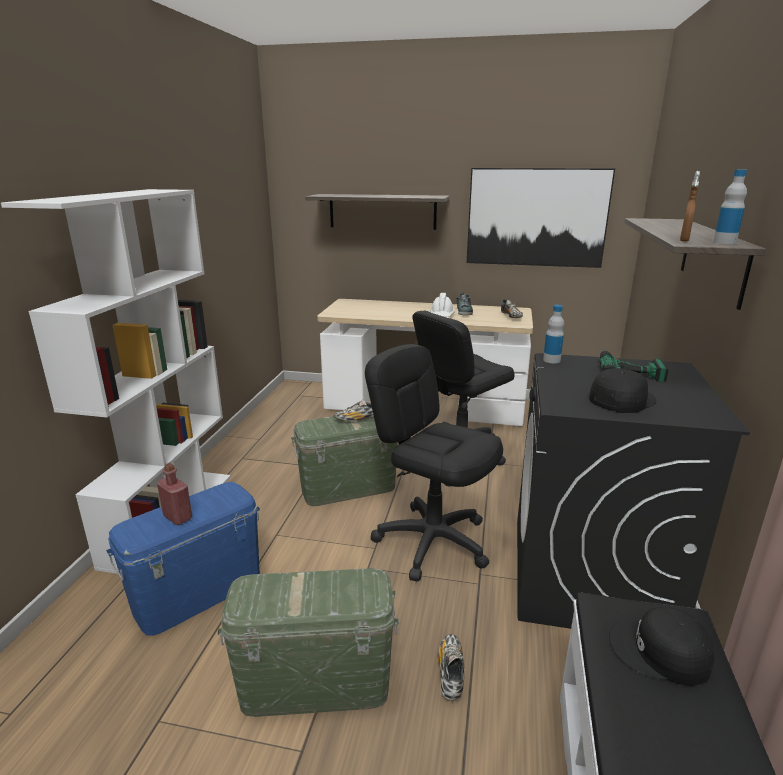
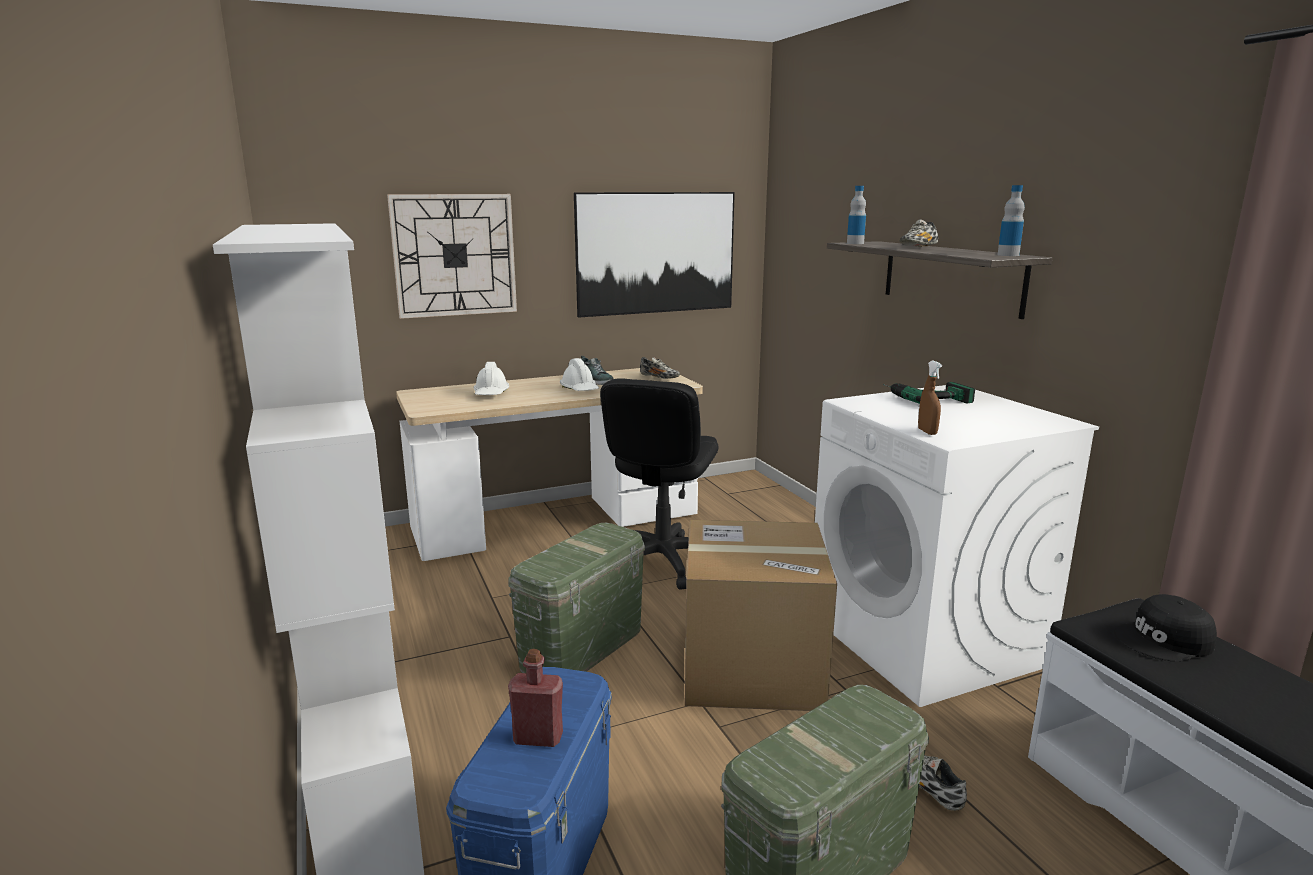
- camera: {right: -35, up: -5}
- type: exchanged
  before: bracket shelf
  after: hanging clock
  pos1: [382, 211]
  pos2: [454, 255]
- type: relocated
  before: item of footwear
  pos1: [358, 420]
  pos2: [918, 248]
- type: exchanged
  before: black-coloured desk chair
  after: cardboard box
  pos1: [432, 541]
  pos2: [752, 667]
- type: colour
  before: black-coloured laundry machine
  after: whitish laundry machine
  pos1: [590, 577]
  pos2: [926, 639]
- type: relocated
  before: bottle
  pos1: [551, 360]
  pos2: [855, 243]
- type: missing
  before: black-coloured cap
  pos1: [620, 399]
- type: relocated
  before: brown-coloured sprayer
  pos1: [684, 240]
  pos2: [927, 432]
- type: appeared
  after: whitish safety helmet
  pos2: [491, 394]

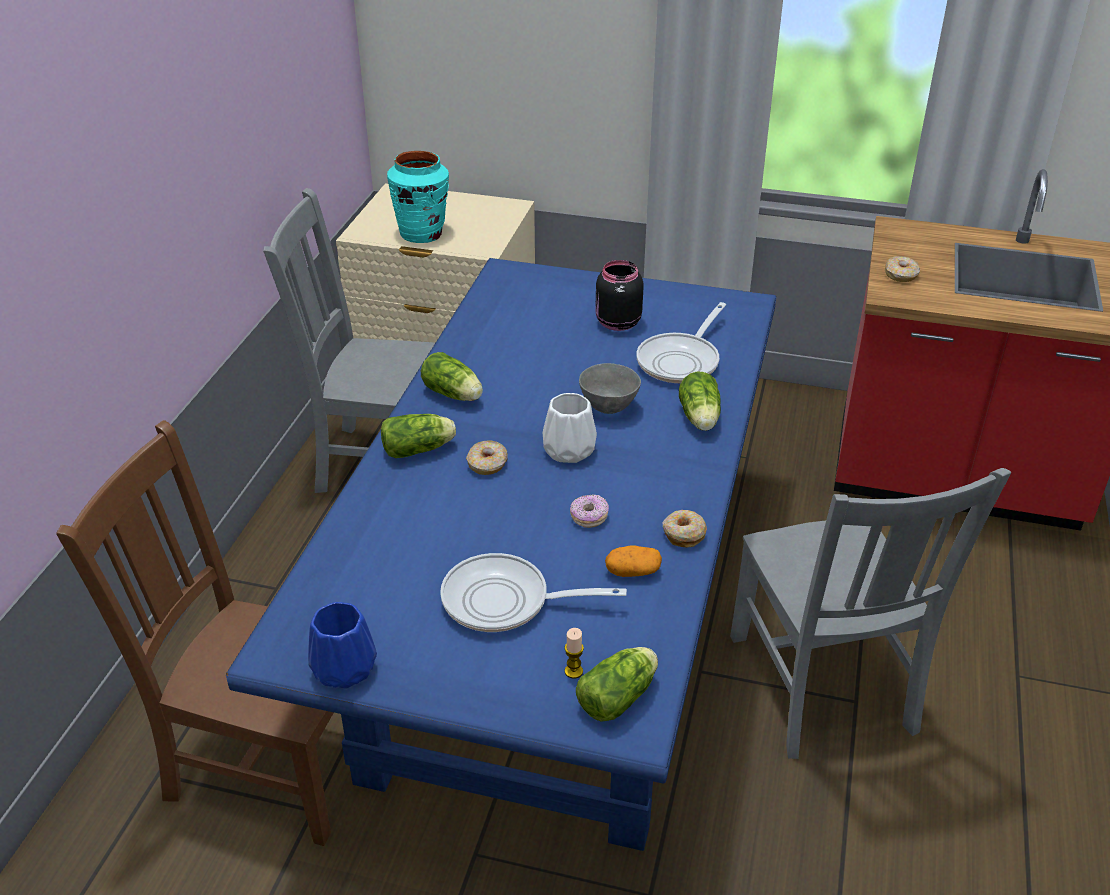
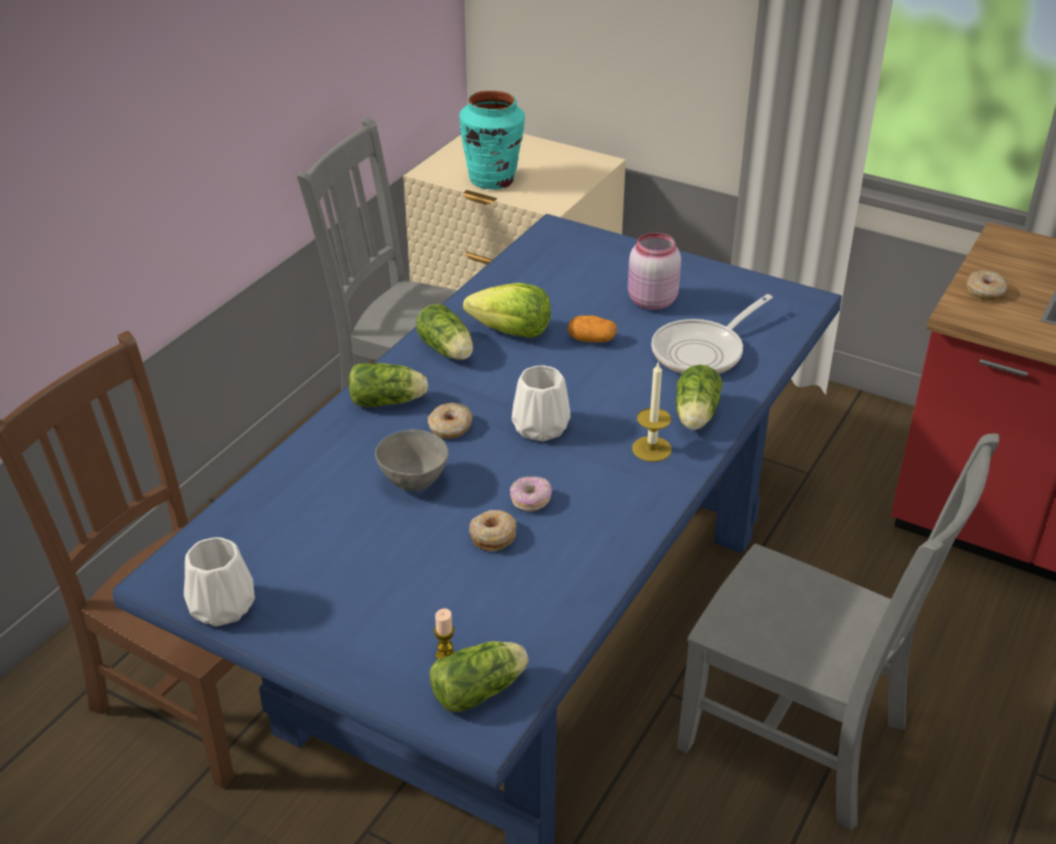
- camera: {right: 15, up: 0}
- type: colour
  before: blue-coloured decorative vase
  after: whitish decorative vase
  pos1: [343, 670]
  pos2: [221, 608]
- type: missing
  before: pan
  pos1: [505, 602]
- type: relocated
  before: grey bowl
  pos1: [609, 407]
  pos2: [414, 483]
- type: colour
  before: black-coloured storage jar
  after: pinkish storage jar
  pos1: [616, 323]
  pos2: [650, 301]
- type: relocated
  before: spud
  pos1: [632, 572]
  pos2: [591, 340]
- type: relocated
  before: doughnut
  pos1: [683, 534]
  pos2: [492, 536]
- type: spun
  before: grey plain chair
  pos1: [823, 688]
  pos2: [800, 739]
  turn: -60
- type: appeared
  after: head of lettuce
  pos2: [511, 332]
- type: appeared
  after: wax light
  pos2: [651, 449]

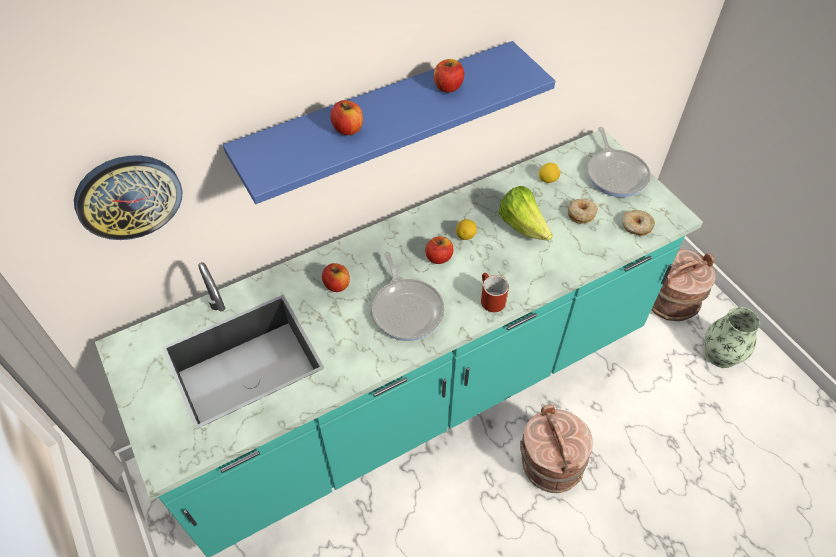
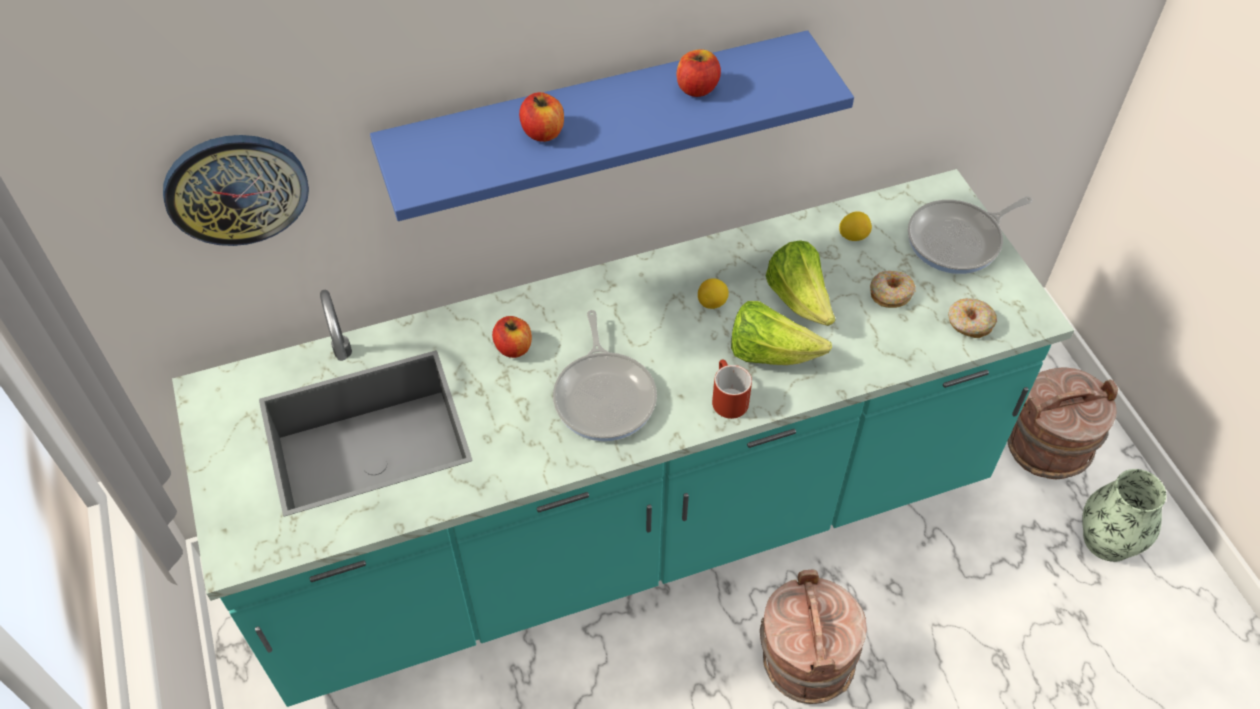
- camera: {right: 10, up: 0}
- type: missing
  before: apple
  pos1: [439, 257]
- type: spun
  before: pan
  pos1: [615, 174]
  pos2: [958, 240]
  turn: 60
- type: appeared
  after: head of lettuce
  pos2: [770, 353]

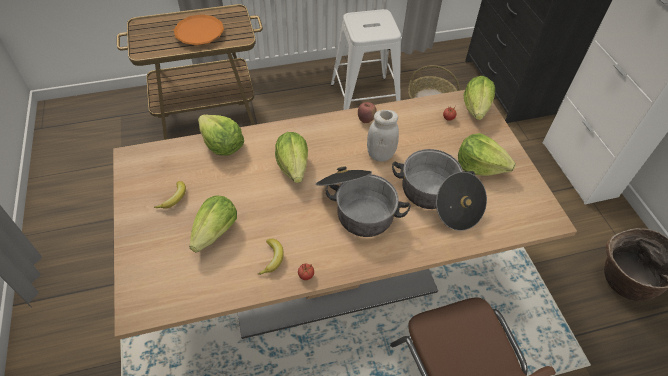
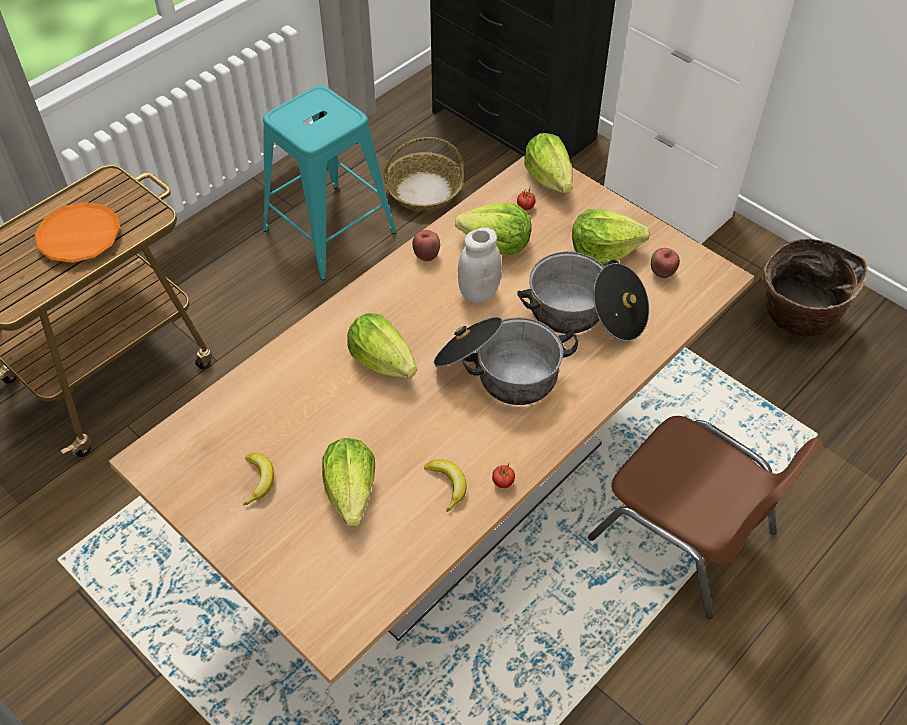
- camera: {right: -30, up: 0}
- type: relocated
  before: head of lettuce
  pos1: [222, 145]
  pos2: [496, 244]
- type: colour
  before: whitish stool
  after: turquoise-coloured stool
  pos1: [364, 99]
  pos2: [329, 231]
- type: appeared
  after: apple
  pos2: [662, 273]

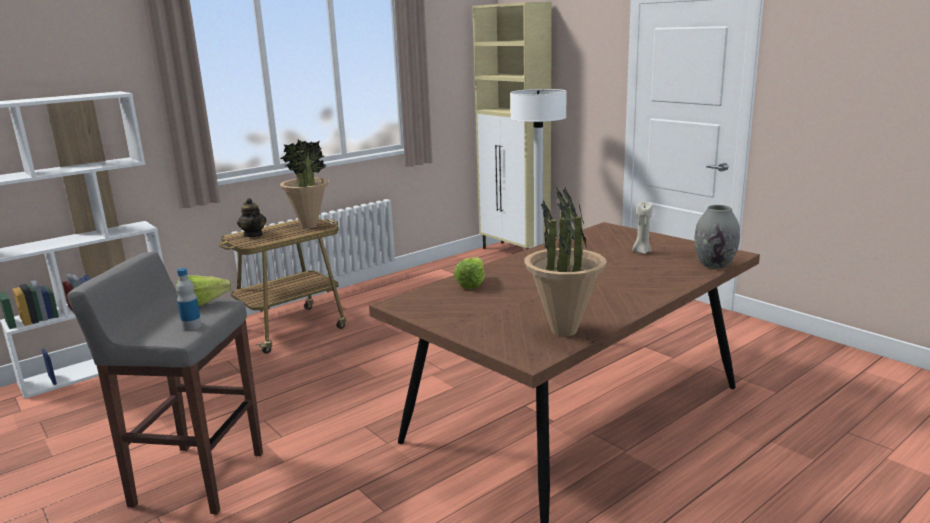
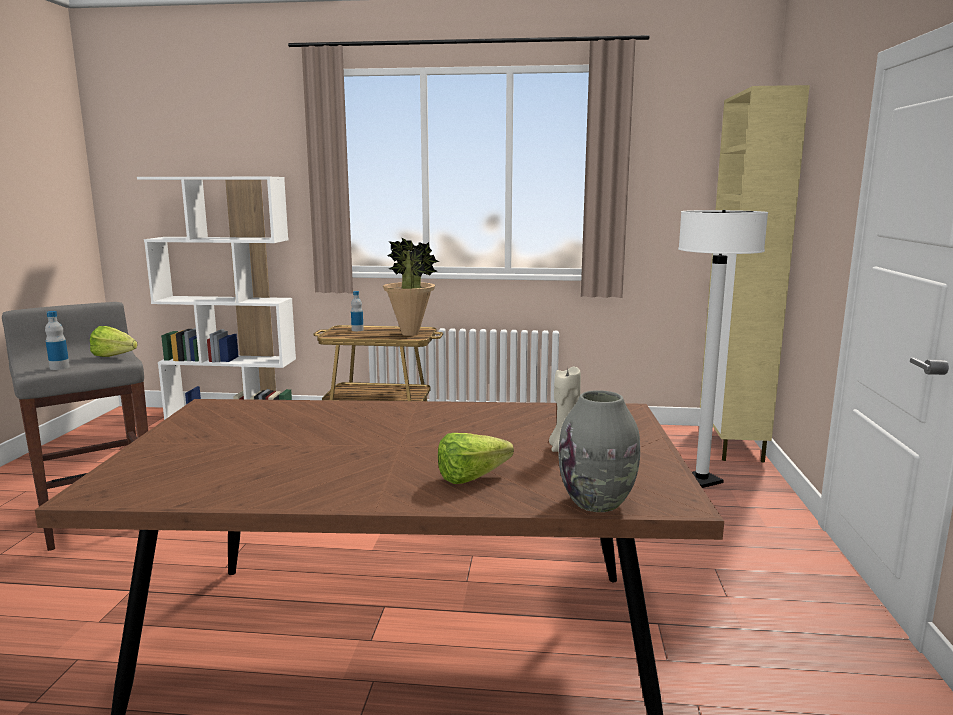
- camera: {right: 45, up: -5}
- type: exchanged
  before: pot for tea
  after: bottle
  pos1: [253, 235]
  pos2: [357, 330]
- type: relocated
  before: head of lettuce
  pos1: [474, 283]
  pos2: [478, 477]
- type: missing
  before: houseplant
  pos1: [564, 331]

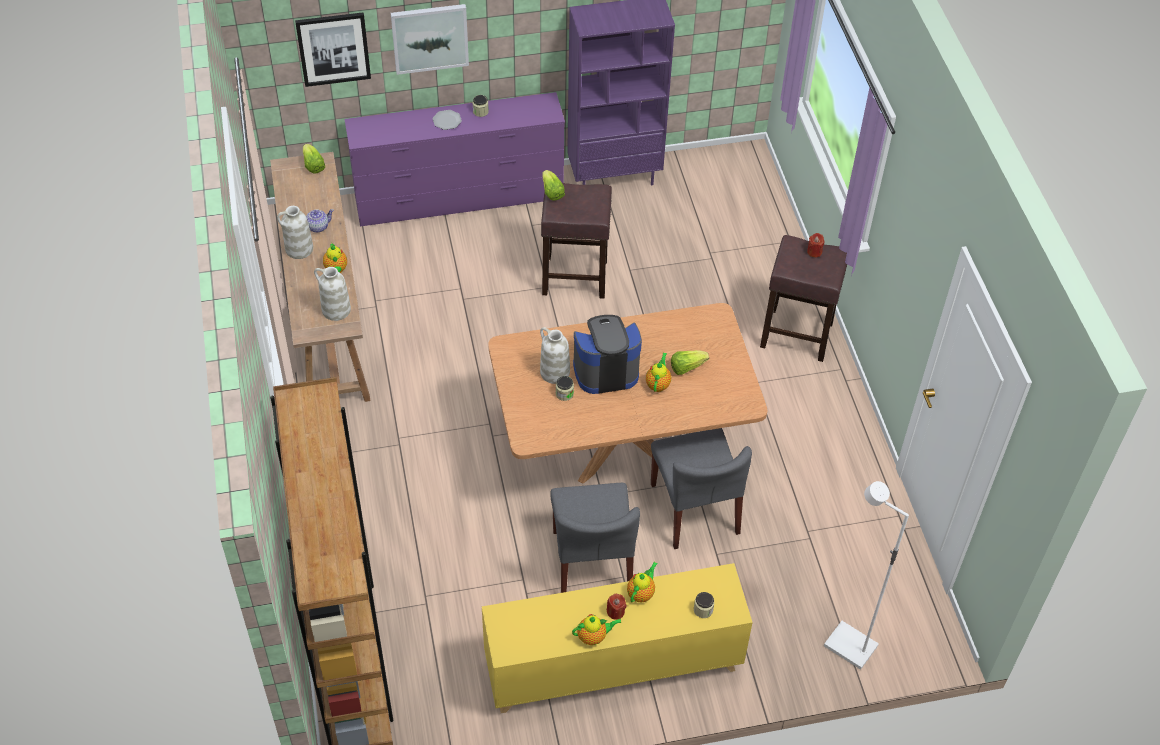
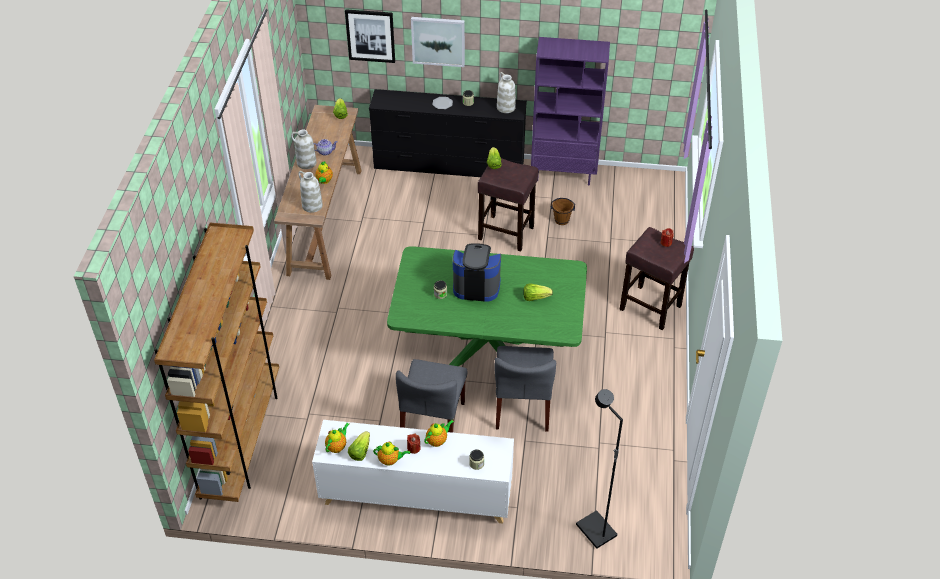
- camera: {right: 20, up: -5}
- type: colour
  before: purple-coloured drawer chest
  after: black-coloured drawer chest
  pos1: [459, 199]
  pos2: [449, 166]
- type: colour
  before: yellow-coloured cabinet
  after: whitish cabinet
  pos1: [612, 666]
  pos2: [416, 495]
- type: colour
  before: brown-coloured kitchen table
  after: green-coloured kitchen table
  pos1: [621, 448]
  pos2: [488, 352]
- type: relocated
  before: whitish decorative vase
  pos1: [554, 372]
  pos2: [505, 107]
- type: relocated
  before: pot for tea
  pos1: [658, 384]
  pos2: [337, 446]
- type: colour
  before: whitish floor lamp
  after: black-coloured floor lamp
  pos1: [849, 647]
  pos2: [595, 531]
- type: appeared
  after: head of lettuce
  pos2: [360, 451]
- type: appeared
  after: brown-coloured water bucket
  pos2: [561, 220]

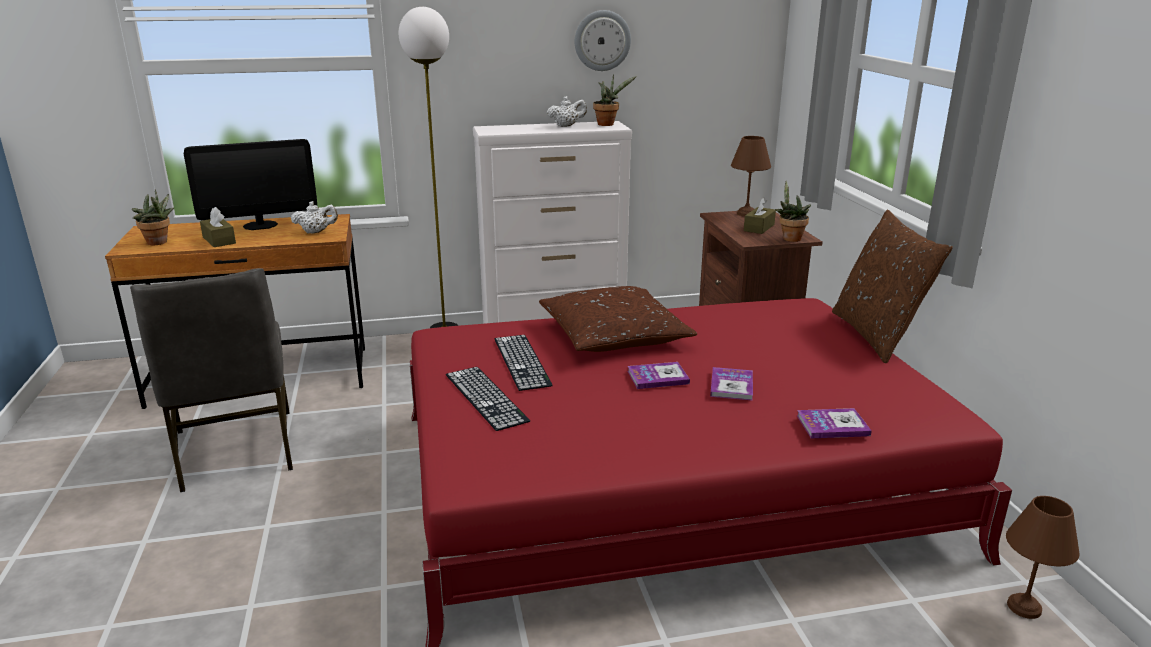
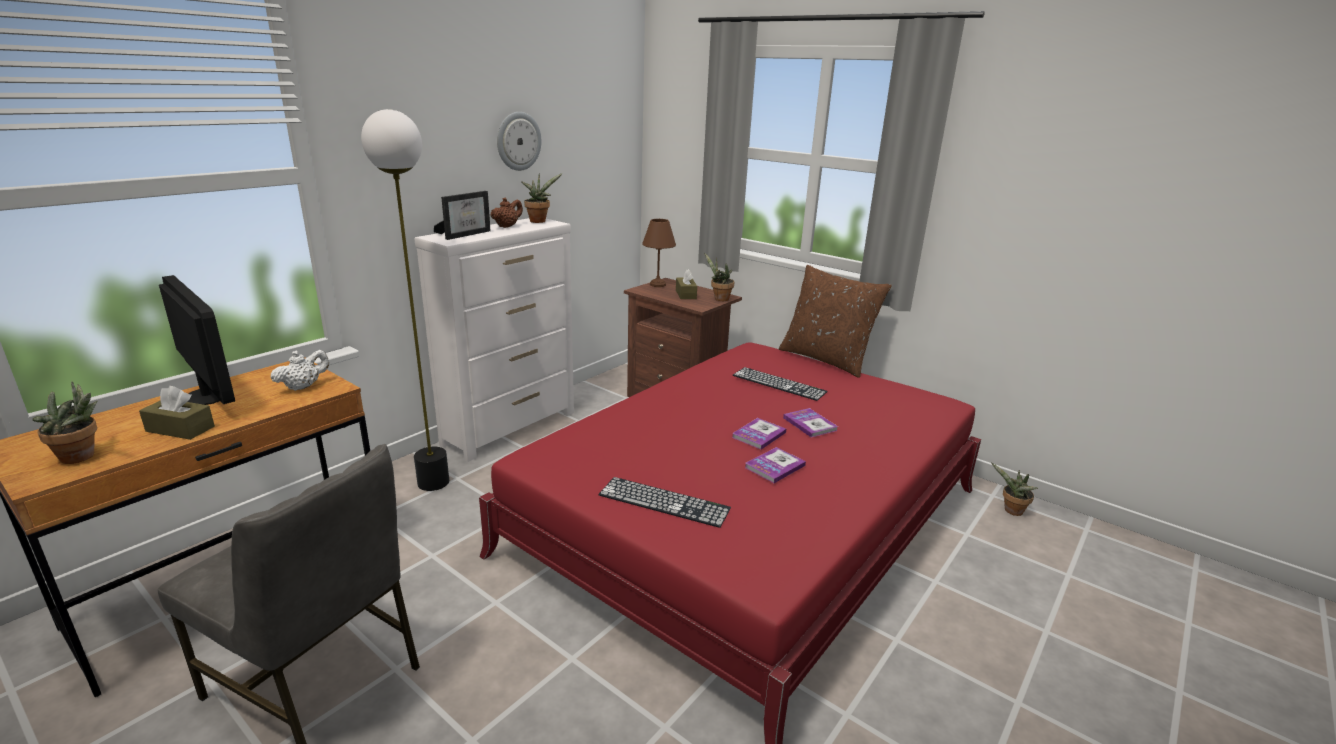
- camera: {right: -40, up: 0}
- type: spun
  before: computer display
  pos1: [260, 225]
  pos2: [207, 396]
  turn: -75
- type: relocated
  before: computer keyboard
  pos1: [522, 361]
  pos2: [779, 383]
- type: missing
  before: brown-coloured throw pillow
  pos1: [613, 335]
- type: colour
  before: whitish pot for tea
  after: brown-coloured pot for tea
  pos1: [566, 126]
  pos2: [507, 226]
- type: relocated
  before: volume
  pos1: [832, 425]
  pos2: [775, 466]
- type: exchanged
  before: brown-coloured table lamp
  after: houseplant
  pos1: [1025, 608]
  pos2: [1011, 511]
- type: appeared
  after: standing frame
  pos2: [465, 234]

